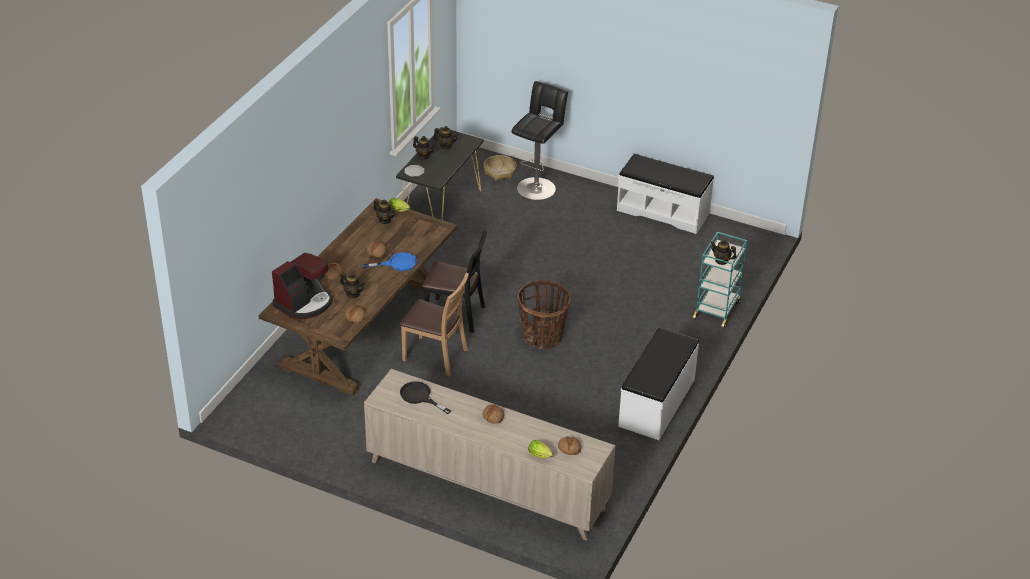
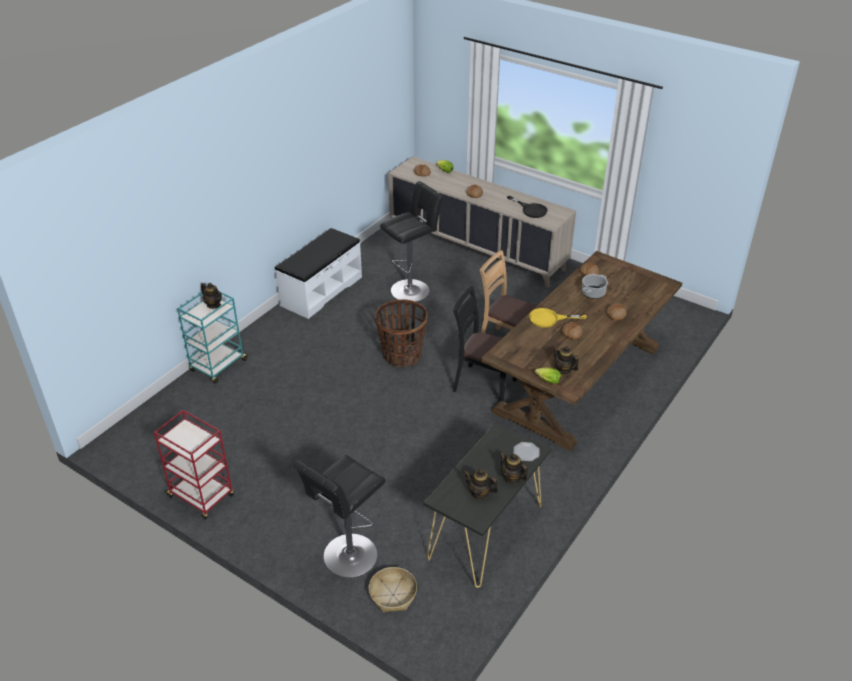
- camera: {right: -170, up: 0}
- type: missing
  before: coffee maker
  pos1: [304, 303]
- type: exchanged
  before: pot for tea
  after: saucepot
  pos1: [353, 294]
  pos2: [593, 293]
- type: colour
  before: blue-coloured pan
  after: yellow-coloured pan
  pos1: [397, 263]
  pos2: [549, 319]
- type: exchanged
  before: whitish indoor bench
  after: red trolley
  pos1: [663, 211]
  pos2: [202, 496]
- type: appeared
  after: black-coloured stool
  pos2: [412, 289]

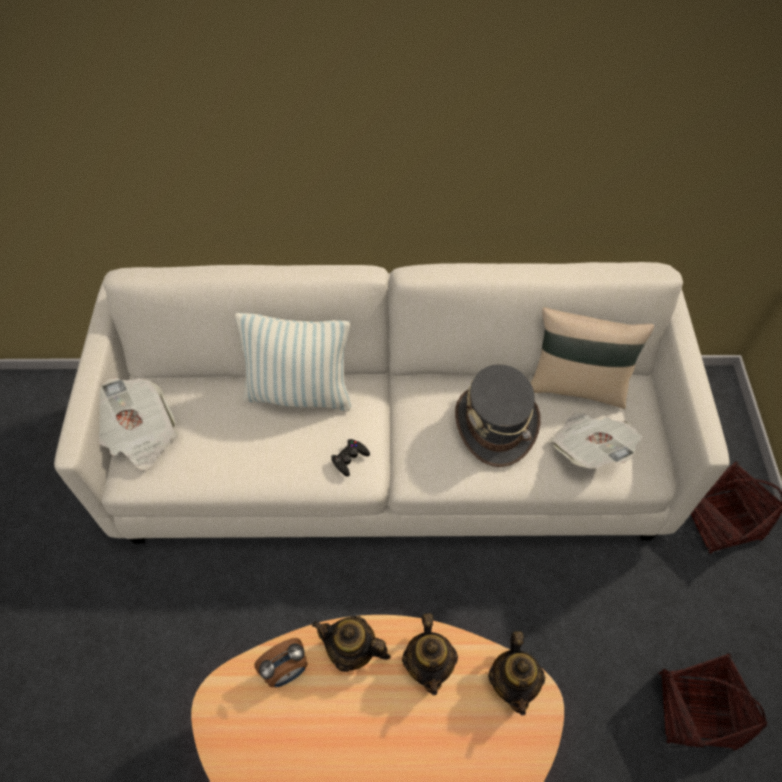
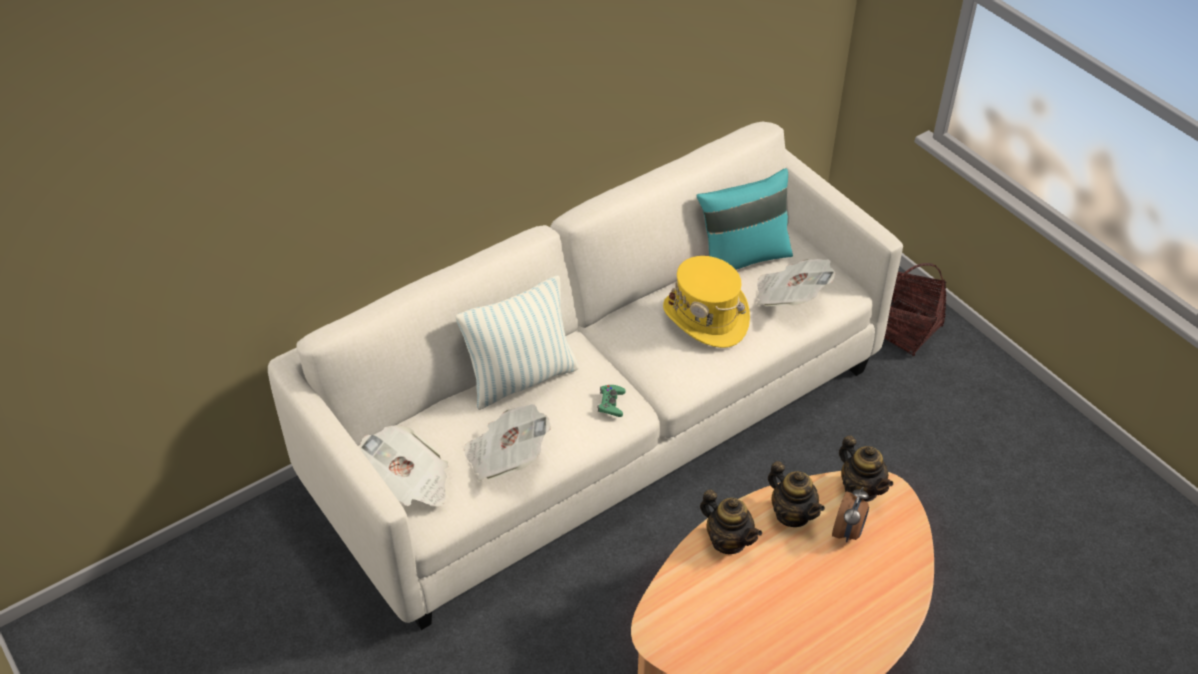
- camera: {right: -35, up: -10}
- type: relocated
  before: alarm clock
  pos1: [286, 670]
  pos2: [848, 531]
- type: spun
  before: pot for tea
  pos1: [352, 651]
  pos2: [728, 540]
  turn: -120
- type: colour
  before: black-coloured game controller
  after: green-coloured game controller
  pos1: [349, 459]
  pos2: [611, 403]
- type: colour
  before: grey clothing hat
  after: yellow-coloured clothing hat
  pos1: [495, 424]
  pos2: [706, 317]
- type: colour
  before: beige throw pillow
  after: turquoise-coloured throw pillow
  pos1: [576, 385]
  pos2: [742, 258]
- type: missing
  before: storage basket
  pos1: [696, 710]
- type: appeared
  after: newspaper
  pos2: [506, 456]

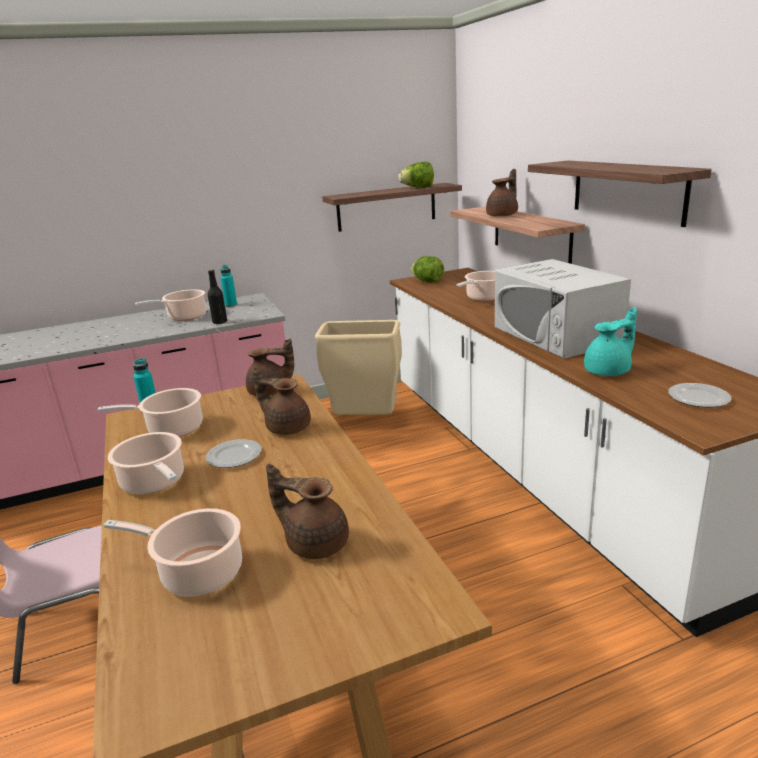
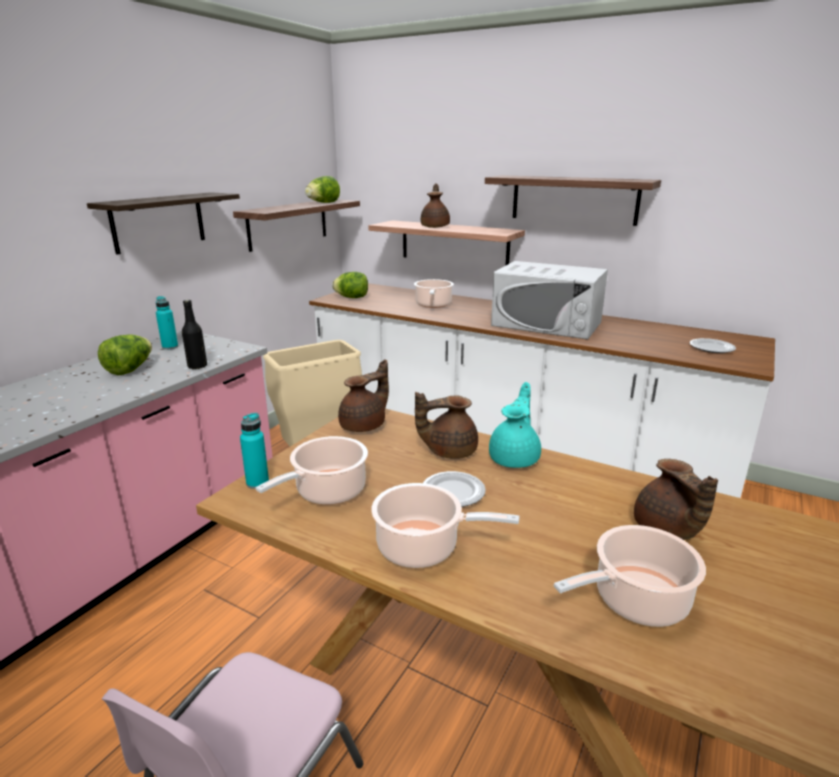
- camera: {right: -40, up: 0}
- type: exchanged
  before: saucepot
  after: head of lettuce
  pos1: [184, 317]
  pos2: [130, 369]
- type: spun
  before: brown-coloured pot for tea
  pos1: [315, 542]
  pos2: [666, 530]
  turn: -90
- type: relocated
  before: turquoise-coloured pot for tea
  pos1: [609, 371]
  pos2: [515, 458]
- type: appeared
  after: bracket shelf
  pos2: [158, 222]

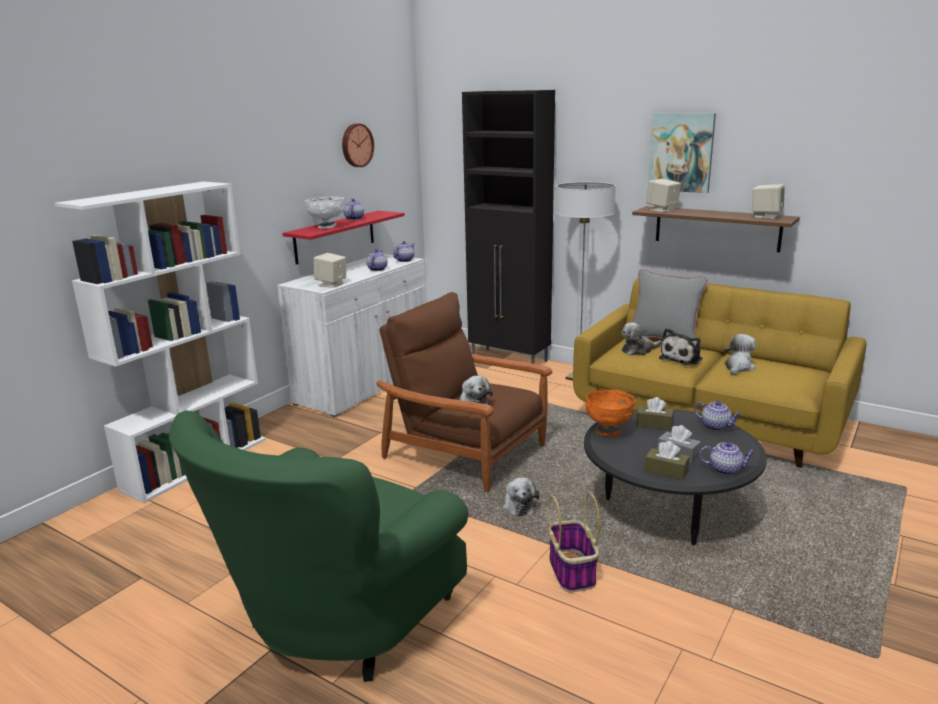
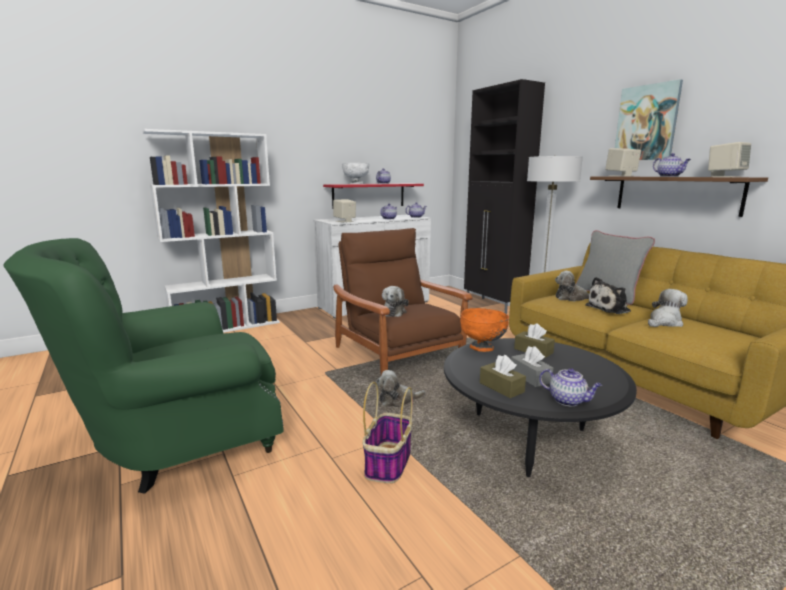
- camera: {right: 25, up: -5}
- type: missing
  before: hanging clock
  pos1: [356, 145]
- type: spun
  before: soft toy
  pos1: [518, 506]
  pos2: [398, 400]
  turn: 60
- type: relocated
  before: pot for tea
  pos1: [716, 427]
  pos2: [669, 176]

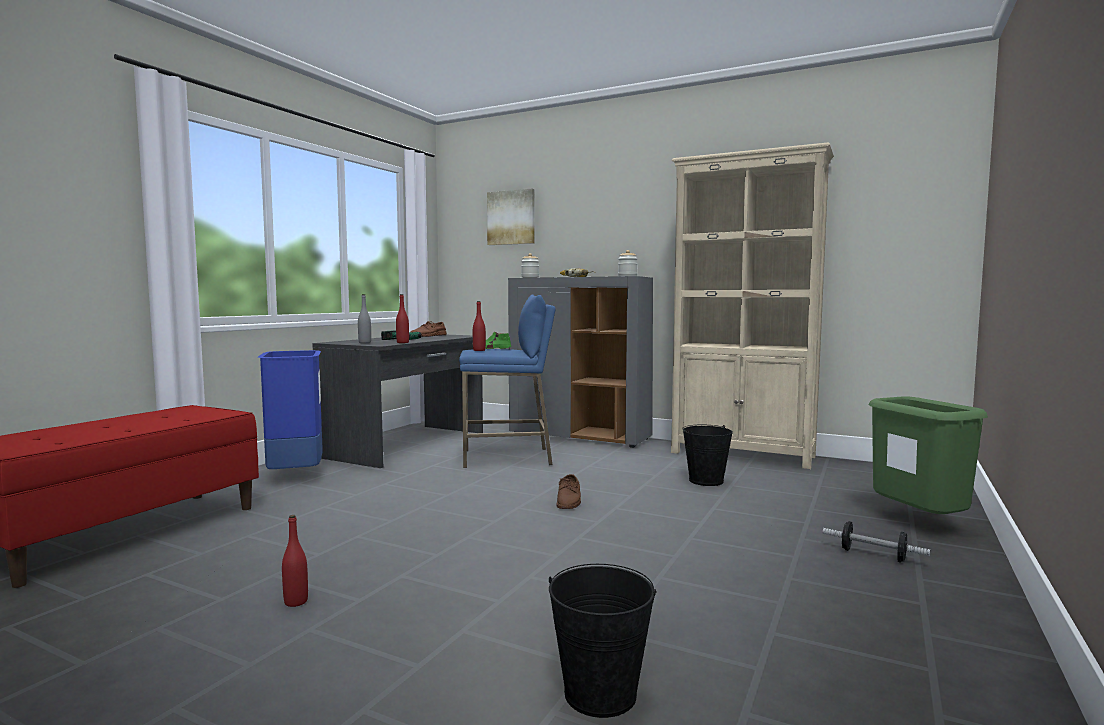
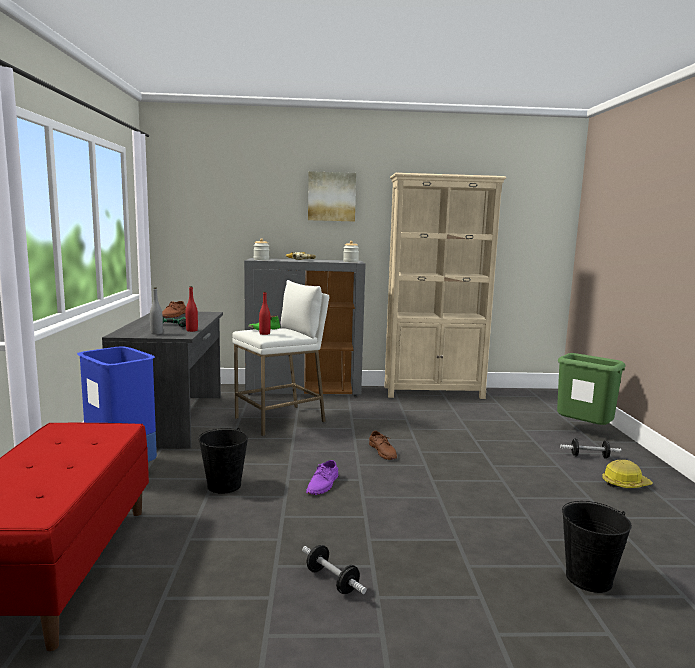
- camera: {right: -30, up: 5}
- type: exchanged
  before: red bottle
  after: free weight
  pos1: [296, 602]
  pos2: [332, 581]
- type: colour
  before: blue-coloured stool
  after: whitish stool
  pos1: [507, 458]
  pos2: [280, 420]
- type: relocated
  before: picture
  pos1: [511, 217]
  pos2: [331, 196]
- type: relocated
  before: black-coloured water bucket
  pos1: [706, 481]
  pos2: [224, 485]
- type: appeared
  after: purple-coloured item of footwear
  pos2: [323, 484]
- type: appeared
  after: safety helmet
  pos2: [625, 484]

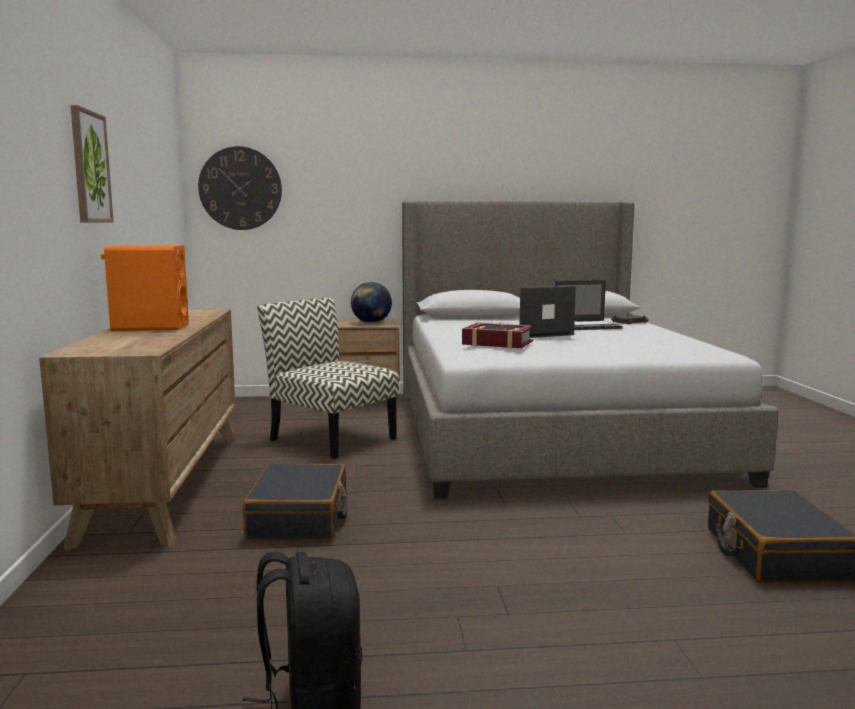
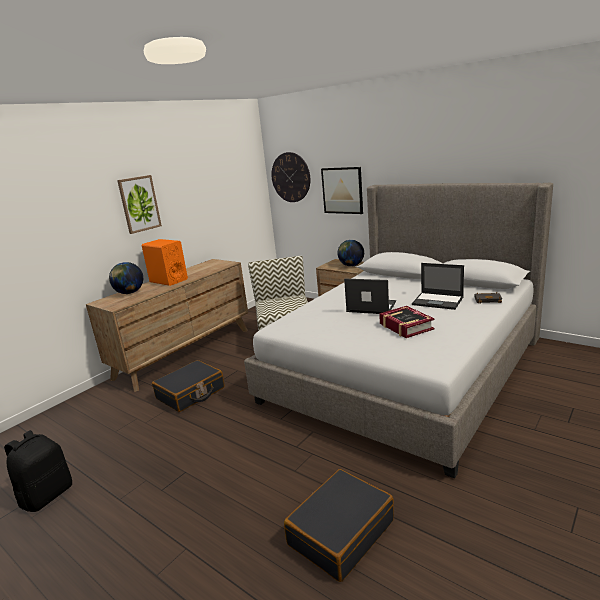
- camera: {right: 45, up: 10}
- type: relocated
  before: volume
  pos1: [497, 343]
  pos2: [405, 326]
- type: appeared
  after: world globe
  pos2: [129, 293]
- type: appeared
  after: picture
  pos2: [342, 190]

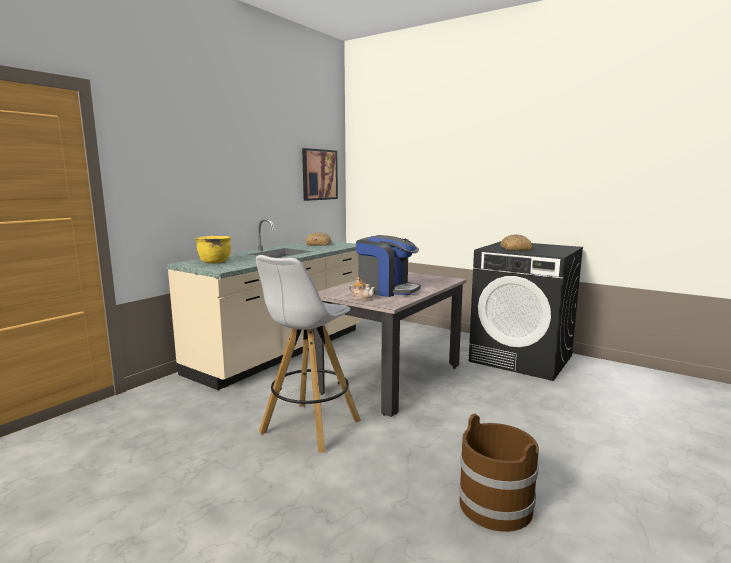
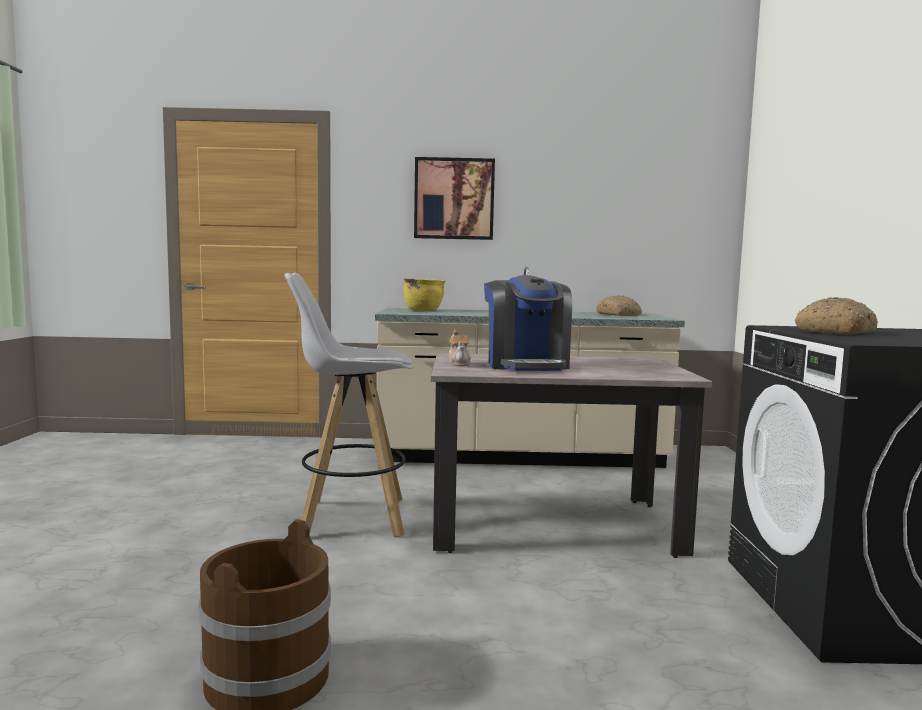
- camera: {right: 55, up: -5}
- type: relocated
  before: picture
  pos1: [319, 174]
  pos2: [454, 199]

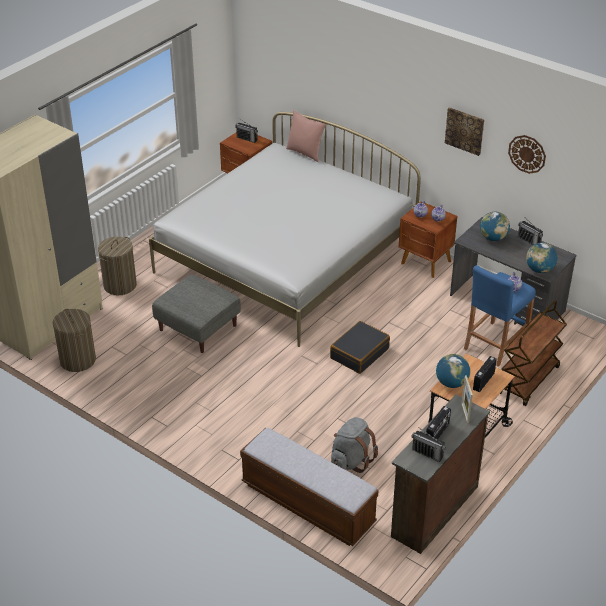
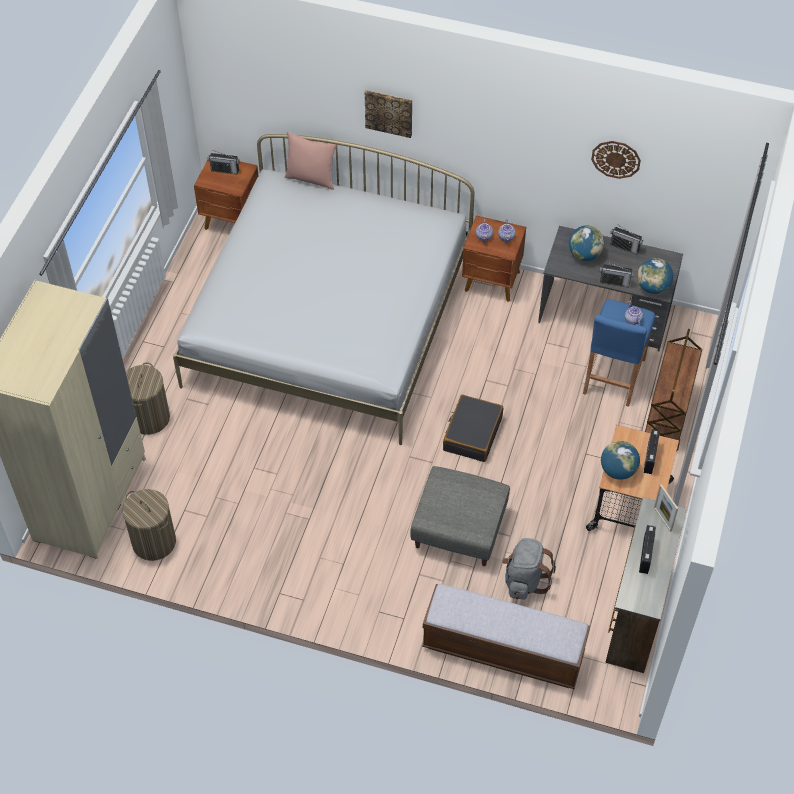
- camera: {right: -20, up: 15}
- type: relocated
  before: grey ottoman
  pos1: [198, 327]
  pos2: [459, 529]
- type: relocated
  before: radio set
  pos1: [427, 453]
  pos2: [614, 282]
- type: relocated
  before: picture
  pos1: [465, 130]
  pos2: [389, 112]

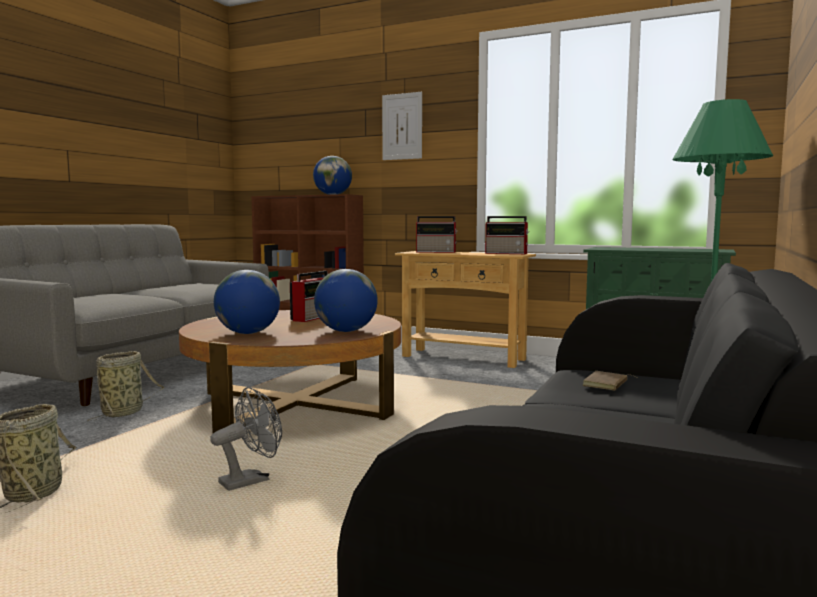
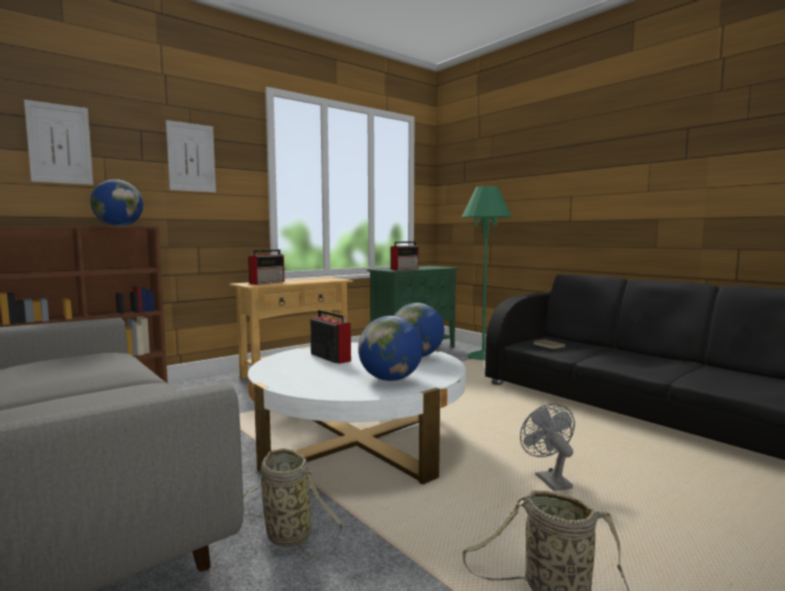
- camera: {right: -65, up: 0}
- type: colour
  before: brown-coloured low table
  after: whitish low table
  pos1: [295, 404]
  pos2: [359, 442]
- type: relocated
  before: radio set
  pos1: [507, 253]
  pos2: [405, 269]
- type: appeared
  after: picture
  pos2: [60, 144]

